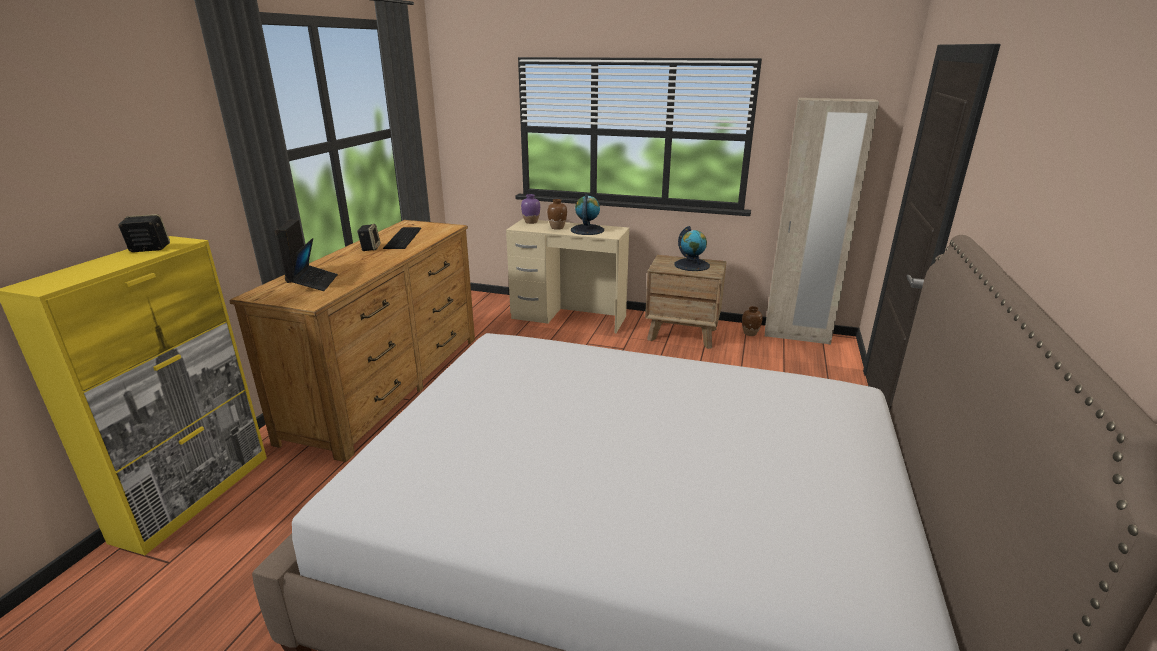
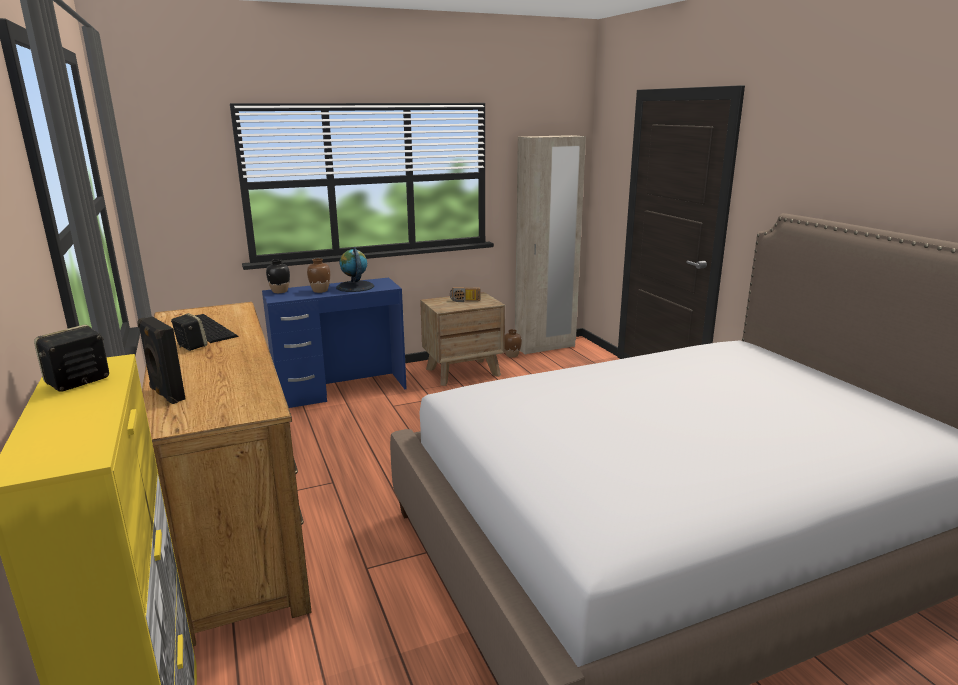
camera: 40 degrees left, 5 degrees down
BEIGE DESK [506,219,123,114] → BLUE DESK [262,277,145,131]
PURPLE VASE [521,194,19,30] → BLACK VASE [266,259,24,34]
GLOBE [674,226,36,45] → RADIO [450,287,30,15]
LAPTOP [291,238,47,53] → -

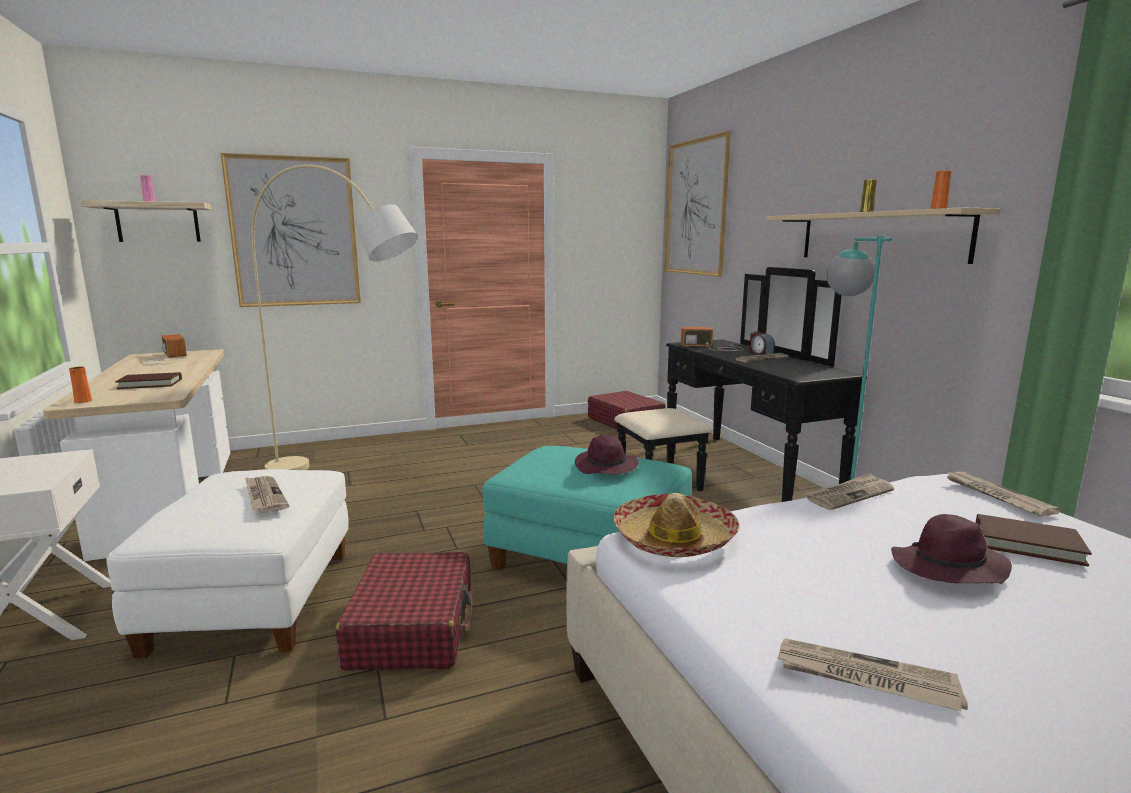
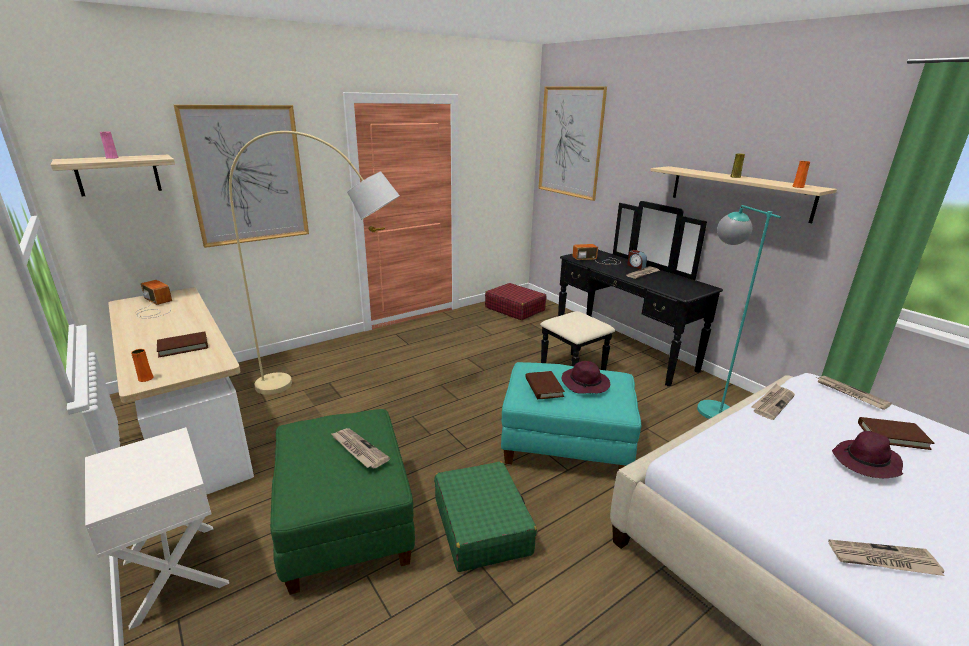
camera: 15 degrees left, 10 degrees up
WHITE OTTOMAN [106,469,243,190] → GREEN OTTOMAN [270,409,145,186]
RED SUITCASE [336,552,136,119] → GREEN SUITCASE [434,461,103,111]
- → BROWN BOOK [525,371,40,28]
HAT [613,493,126,64] → -

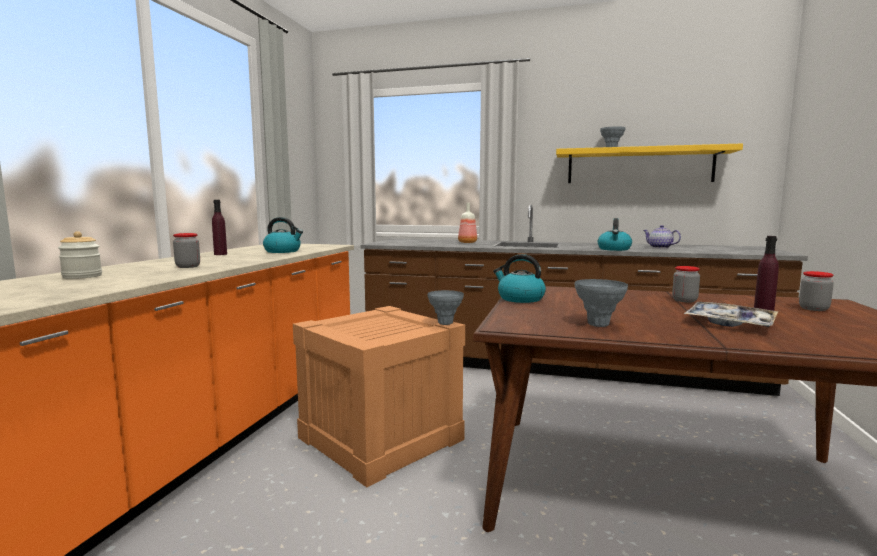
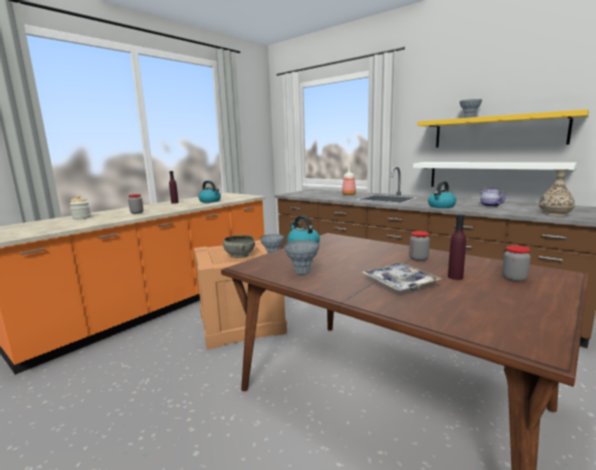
camera: 25 degrees right, 5 degrees up
- → GREY BOWL [223,235,32,23]
- → WHITE SHELF [413,162,164,25]
- → VASE [539,169,36,47]

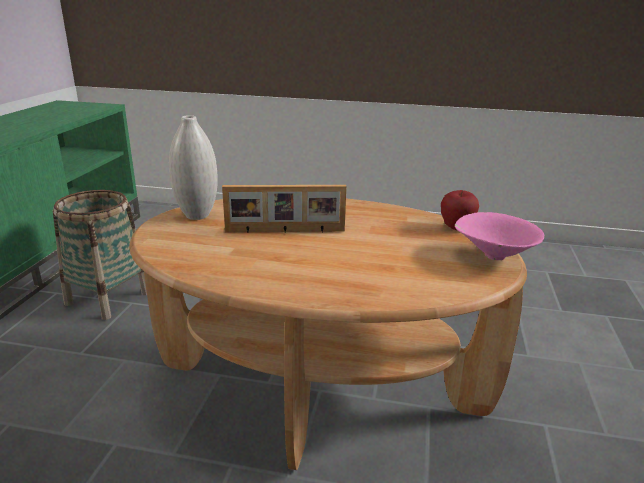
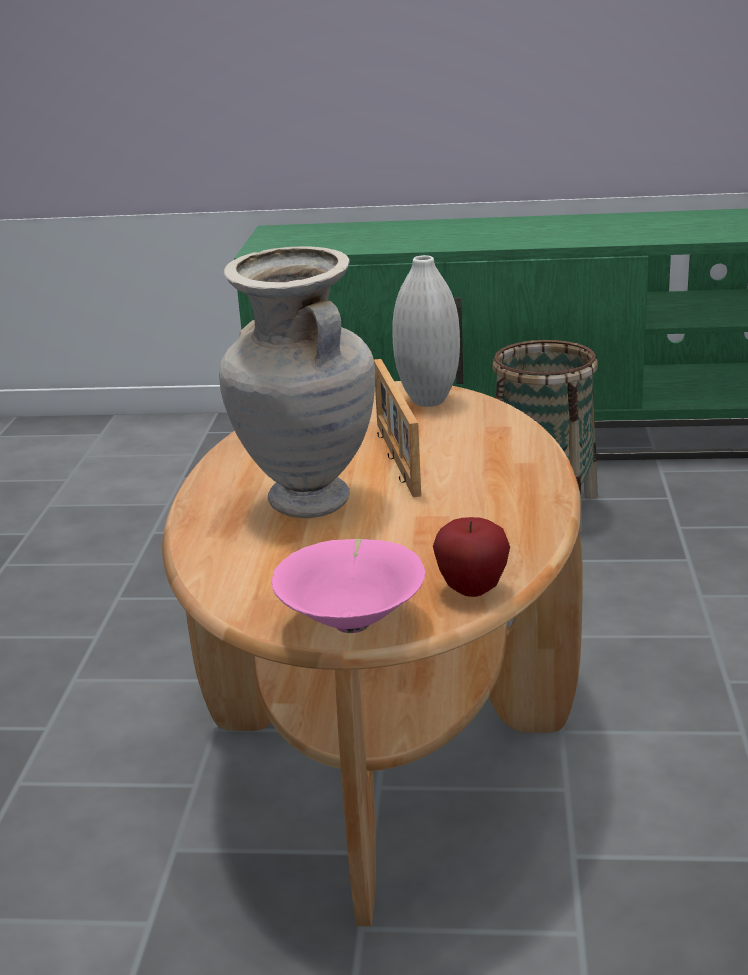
camera: 85 degrees right, 0 degrees up
- → BEIGE VASE [219,246,156,272]

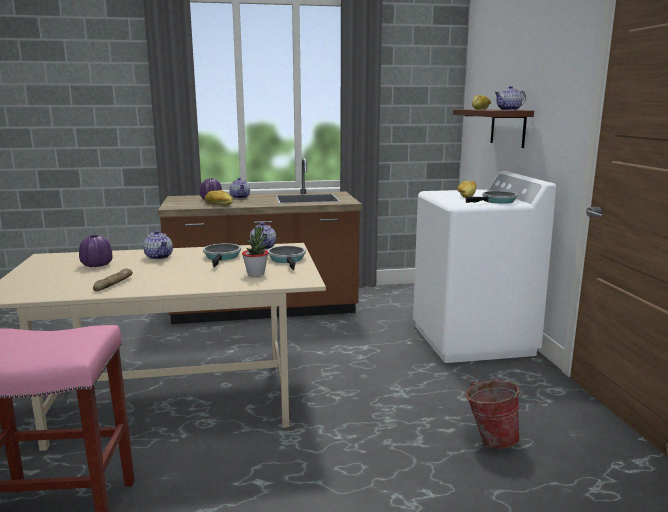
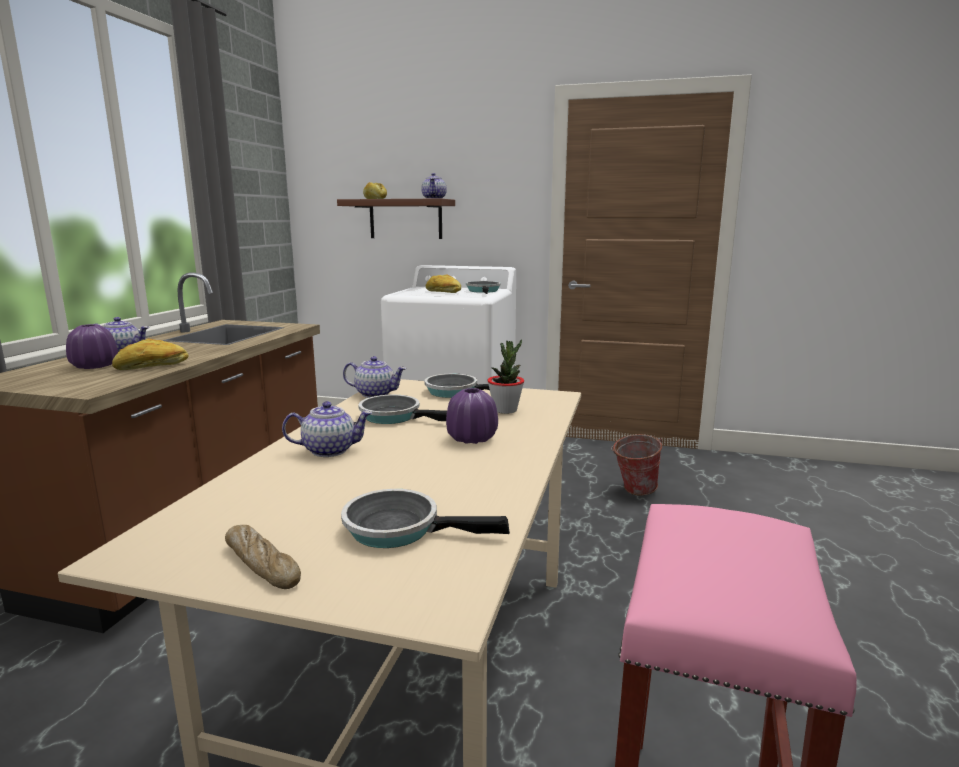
camera: 65 degrees left, 0 degrees up
BREAD [93,268,40,23] → BREAD [225,525,76,64], moved
- → FRYING PAN [341,489,169,59]
PURPLE VASE [79,235,34,32] → PURPLE VASE [446,388,52,56], moved

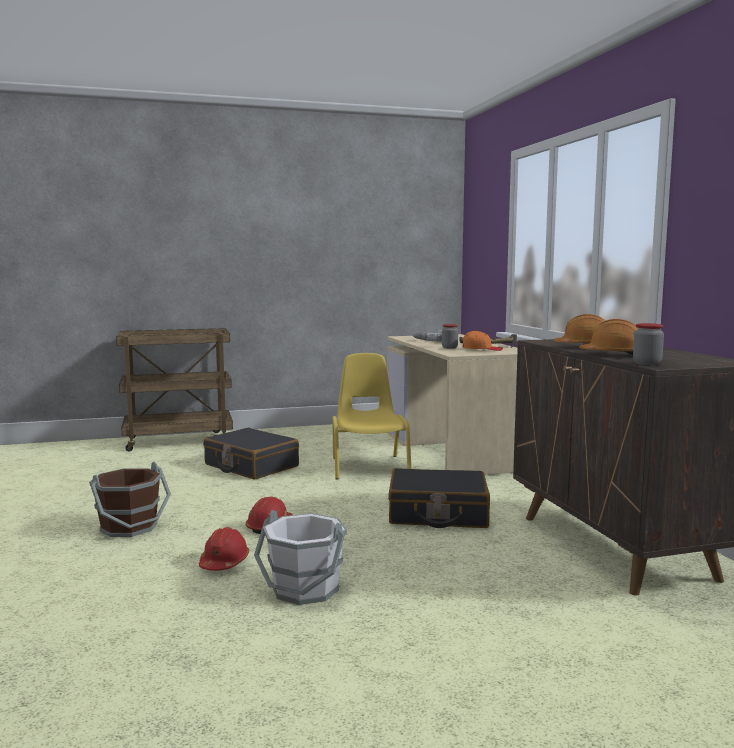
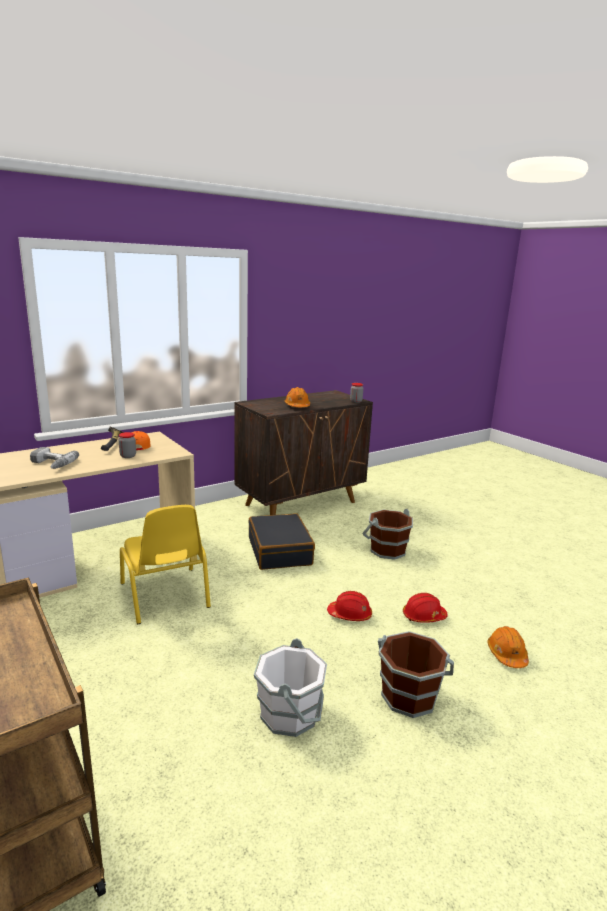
camera: 110 degrees left, 10 degrees up
YELLOW CHAIR [332,353,79,127] → YELLOW CHAIR [120,505,91,119], 90 degrees counterclockwise
WHITE BUCKET [254,510,93,95] → WHITE BUCKET [254,638,73,99], moved
- → BROWN BUCKET [362,509,51,51]
ORANGE HARD HAT [579,319,59,35] → ORANGE HARD HAT [488,626,41,42], moved
BLACK SUITCASE [203,428,96,52] → -

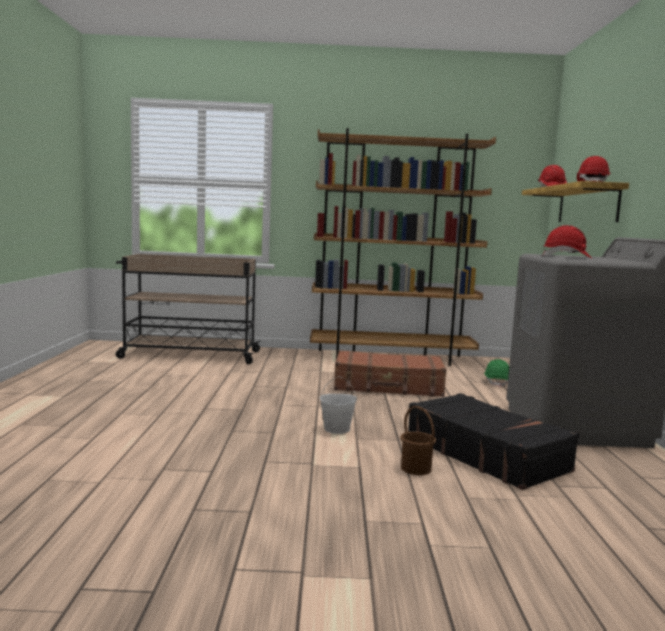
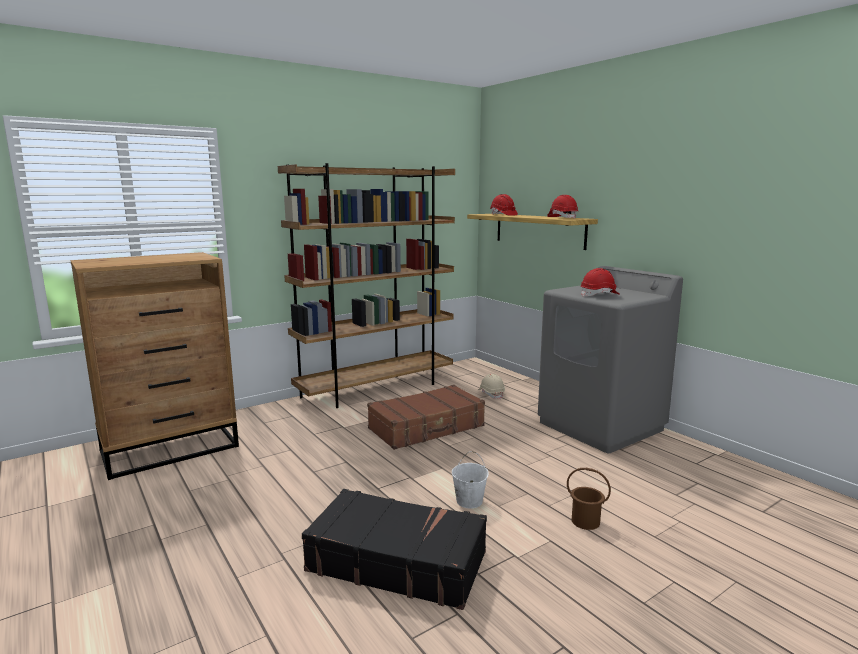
camera: 35 degrees left, 5 degrees up
BEIGE CART [116,254,146,110] → BROWN DRESSER [71,252,168,228]
BLACK SUITCASE [408,393,171,97] → BLACK SUITCASE [302,489,185,121], moved
GREEN HARD HAT [484,359,25,28] → BEIGE HARD HAT [478,374,27,25]

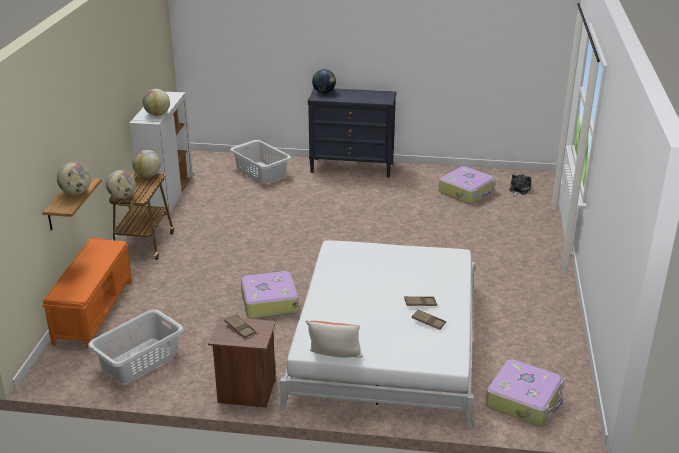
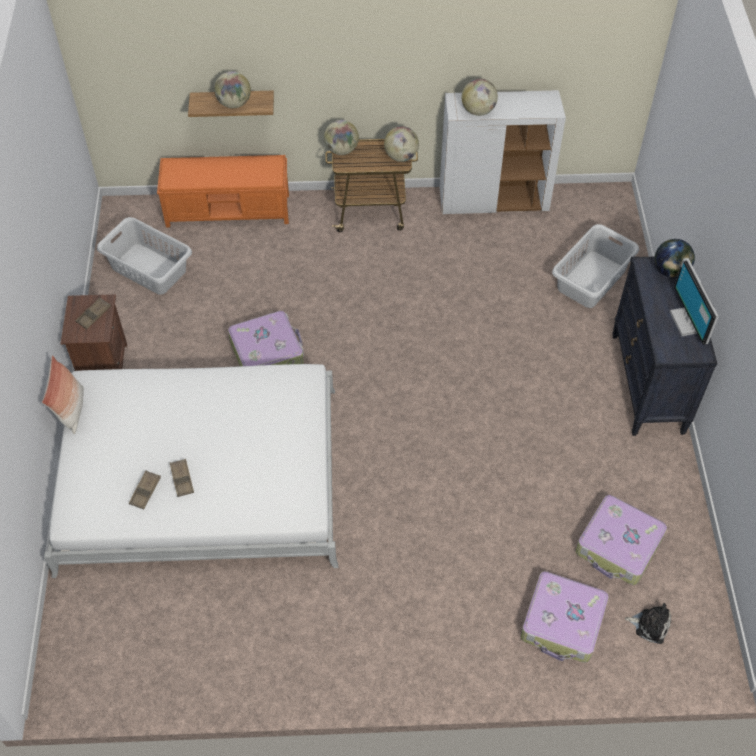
camera: 80 degrees right, 25 degrees up
SUITCASE [486,359,78,67] → SUITCASE [520,571,89,92], moved
- → MONITOR [670,258,49,87]

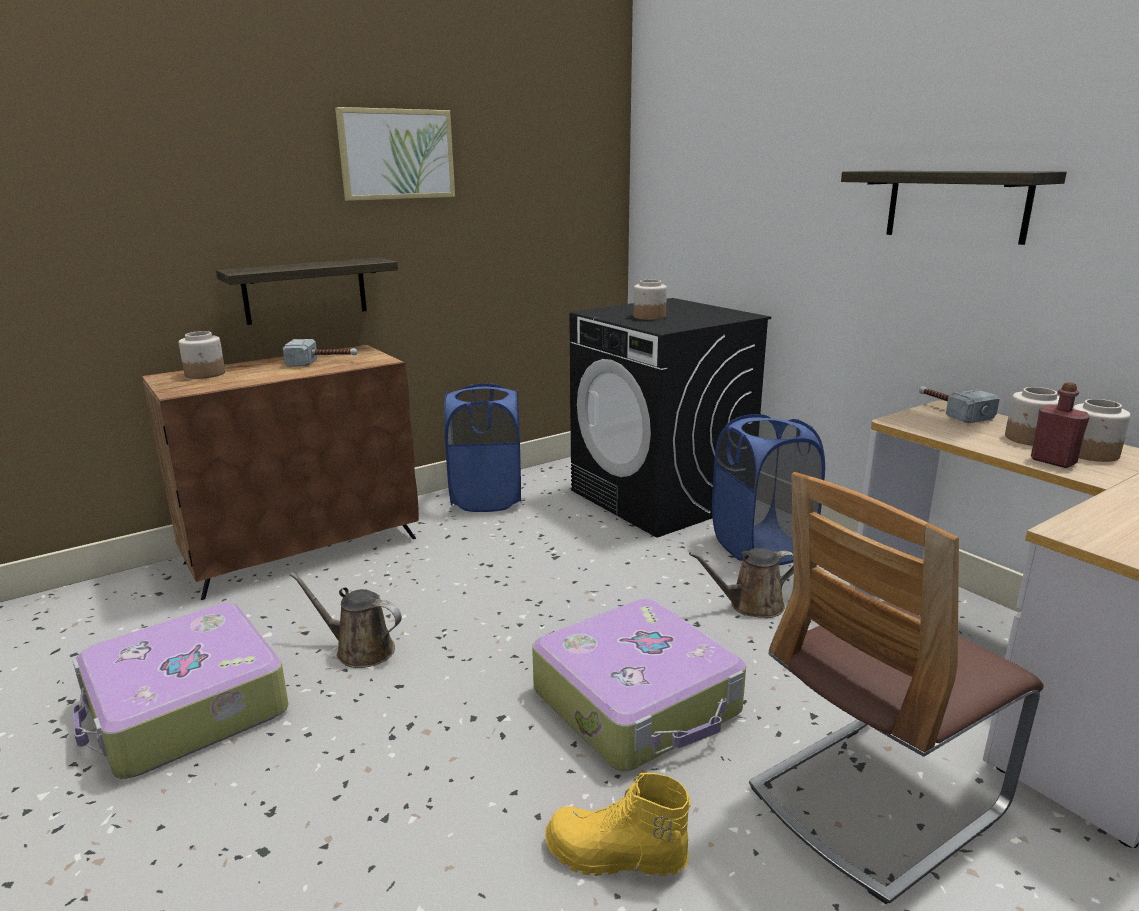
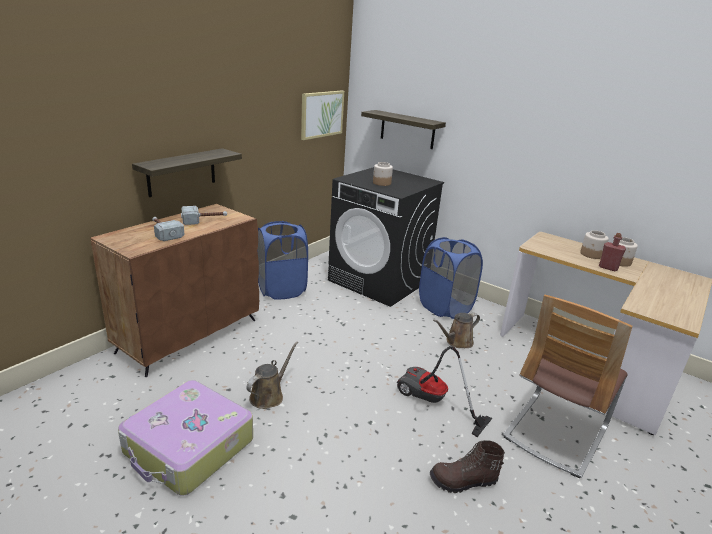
camera: 20 degrees left, 5 degrees up
HAMMER [919,386,80,38] → HAMMER [152,217,33,24], moved
BROWN WATERING CAN [290,572,112,96] → BROWN WATERING CAN [246,342,52,67], 120 degrees clockwise
PICTURE [335,107,120,94] → PICTURE [301,91,43,49], moved
SHELF [841,171,226,74] → SHELF [361,110,85,39], moved
SUITCASE [532,599,214,172] → VACUUM CLEANER [397,346,95,91]
YELLOW BOOT [545,773,146,103] → BROWN BOOT [430,440,75,53]
JAR [179,331,46,48] → -

